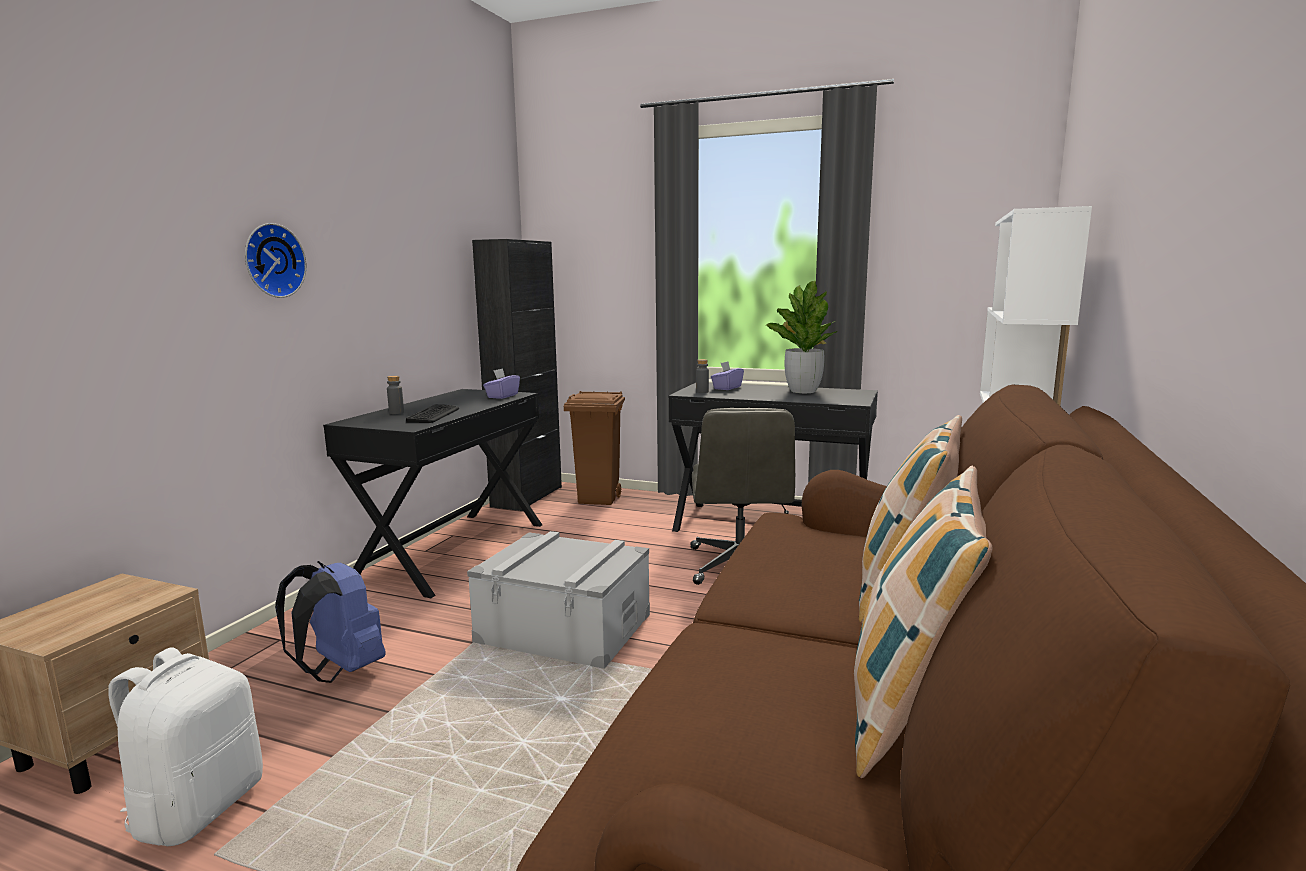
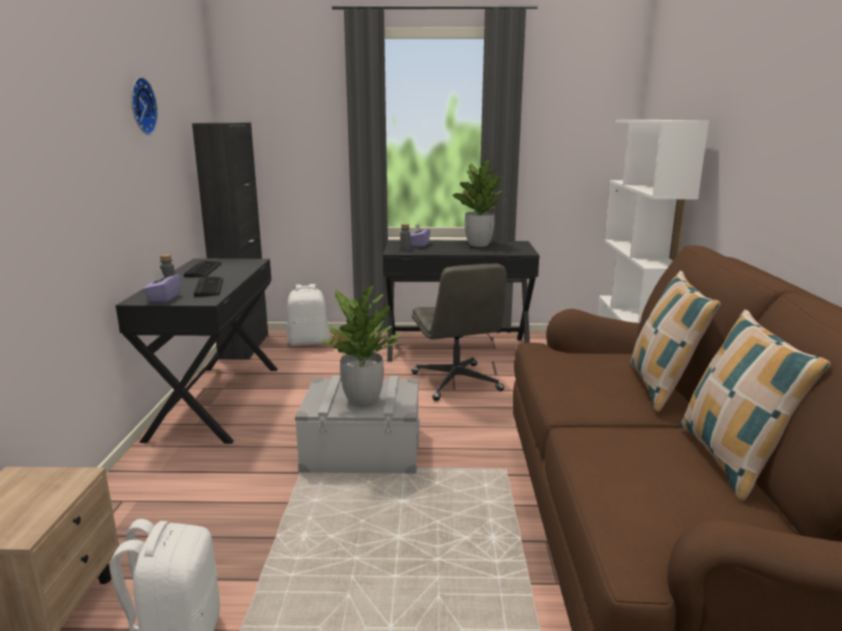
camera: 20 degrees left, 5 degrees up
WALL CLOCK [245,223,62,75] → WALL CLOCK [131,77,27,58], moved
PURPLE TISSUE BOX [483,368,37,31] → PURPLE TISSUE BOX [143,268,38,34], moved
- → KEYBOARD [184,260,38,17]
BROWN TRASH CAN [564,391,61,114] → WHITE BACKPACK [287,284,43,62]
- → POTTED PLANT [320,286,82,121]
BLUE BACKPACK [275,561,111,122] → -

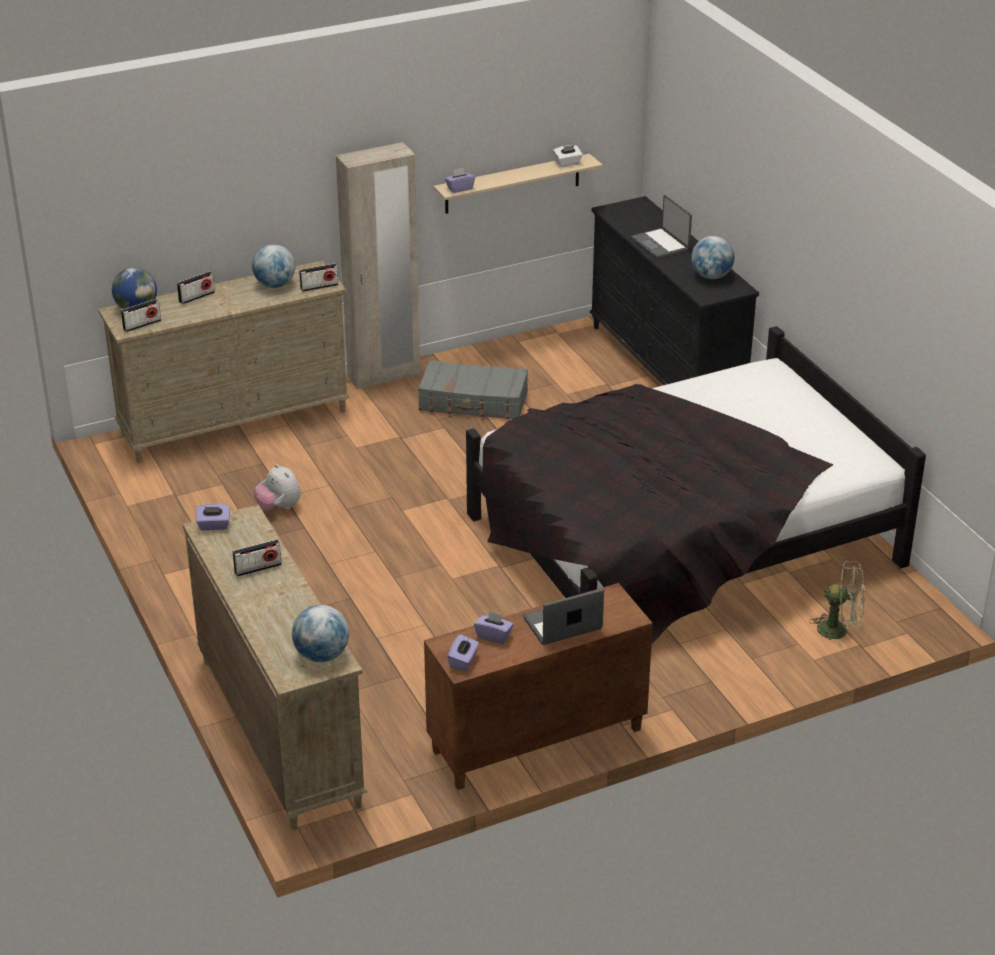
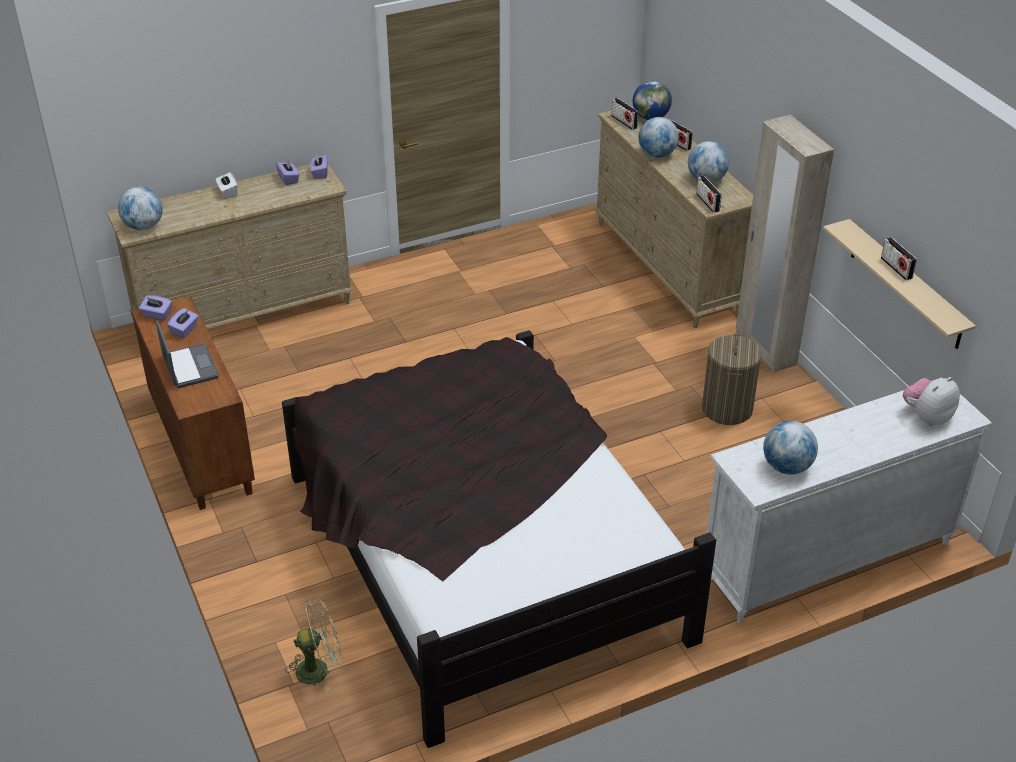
camera: 90 degrees right, 5 degrees up
WHITE TISSUE BOX [553,145,30,22] → WHITE TISSUE BOX [216,172,22,26], moved
PURPLE TISSUE BOX [445,168,30,25] → PURPLE TISSUE BOX [276,160,23,25], moved
GREEN FAN [809,561,56,87] → GREEN FAN [285,600,57,91], 120 degrees counterclockwise
- → GLOBE [639,117,40,41]
GREY SUITCASE [418,360,110,59] → LAUNDRY BASKET [702,334,60,91]
BLACK DRESSER [589,196,170,189] → WHITE DRESSER [707,378,285,245]
RADIO [233,539,49,37] → RADIO [881,237,36,43], moved
PLUSH TOY [254,464,47,46] → PLUSH TOY [903,377,57,49], moved
LAPTOP [631,195,61,64] → -

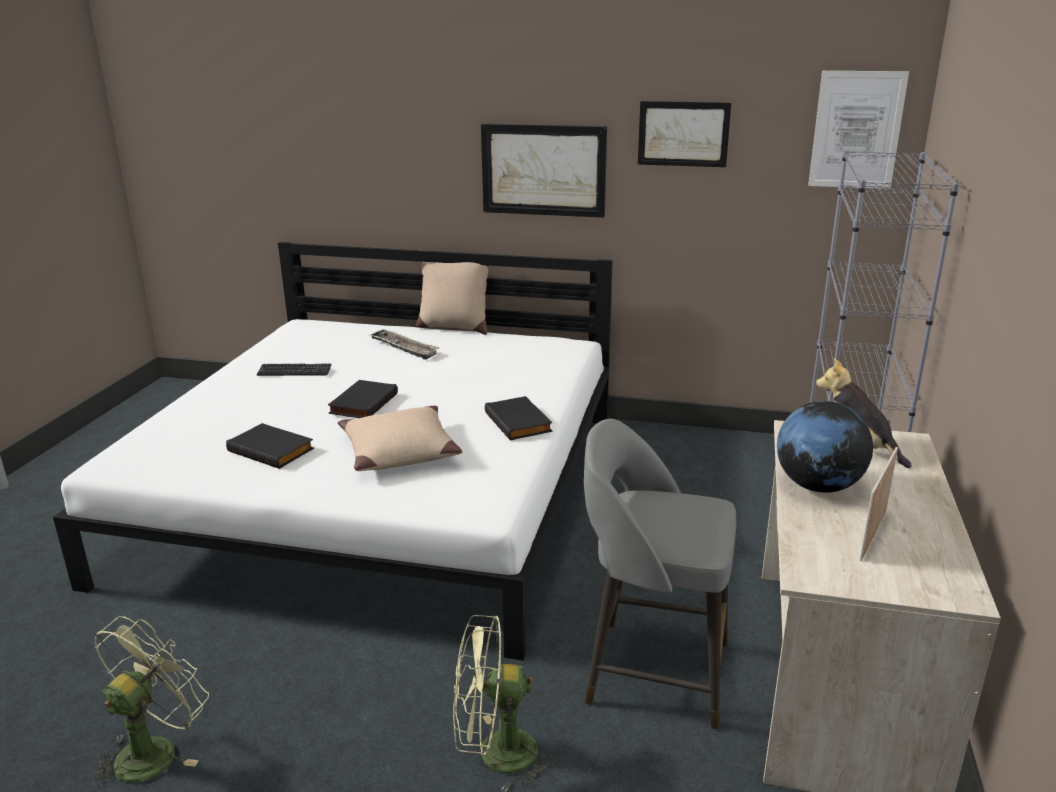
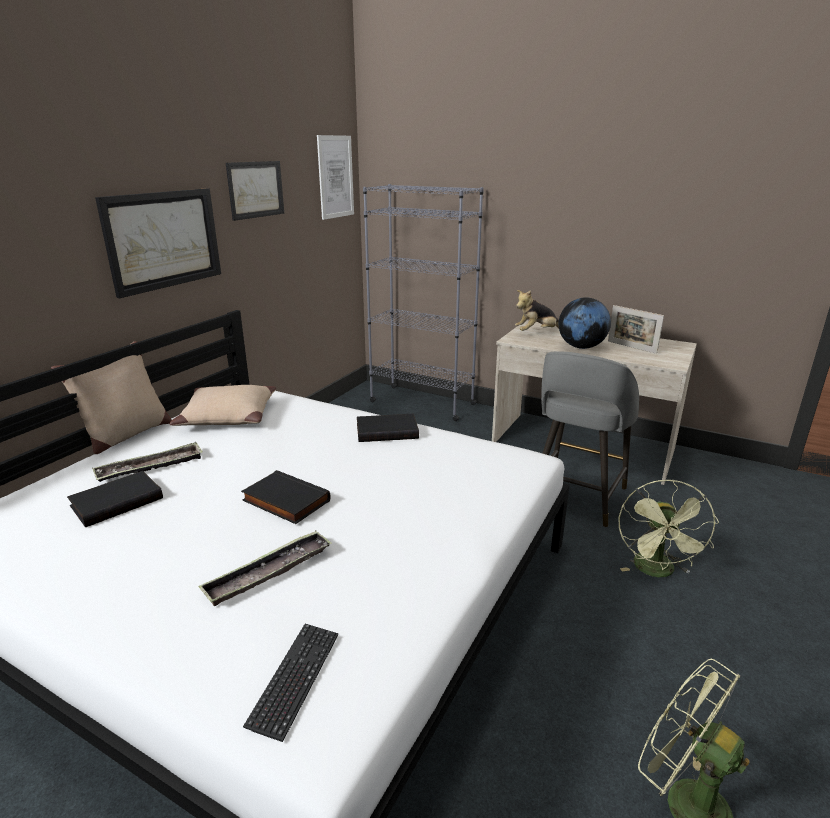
camera: 75 degrees left, 0 degrees up
BLACK BOOK [226,423,88,46] → BLACK BOOK [67,471,96,56], moved
BEIGE PILLOW [338,406,124,65] → BEIGE PILLOW [169,385,107,41], moved
- → TRAY [198,530,134,76]
KEYBOARD [257,363,75,13] → KEYBOARD [243,624,95,118], moved

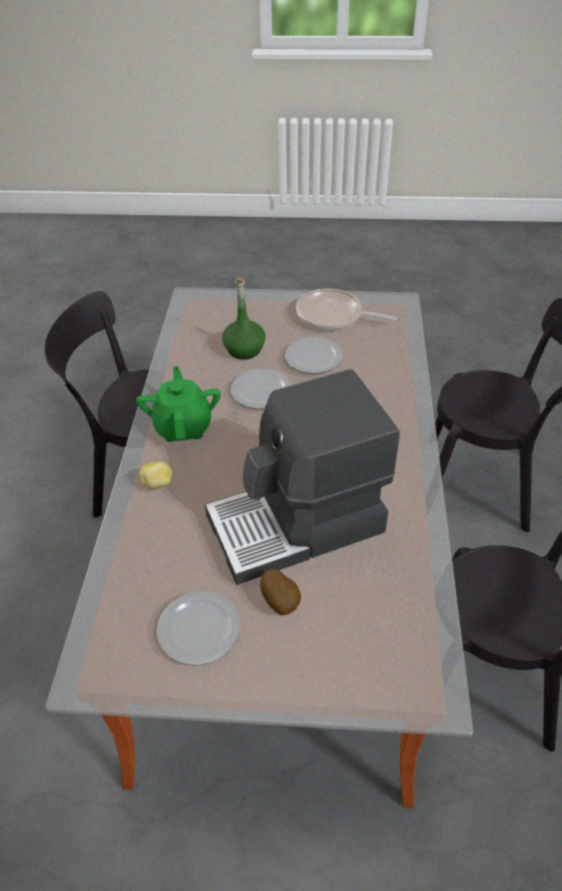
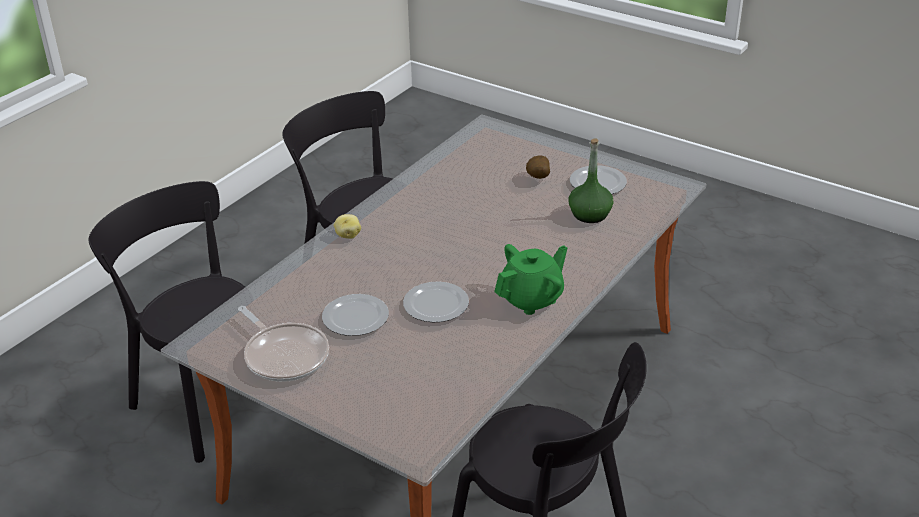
camera: 150 degrees left, 10 degrees down
POTATO [139,461,33,28] → POTATO [333,214,28,25], moved
GREEN TEAPOT [136,366,85,76] → GREEN TEAPOT [494,244,73,71], 150 degrees counterclockwise
GREEN BOTTLE [222,277,44,82] → GREEN BOTTLE [568,139,46,84], moved
COFFEE MACHINE [205,369,195,216] → -

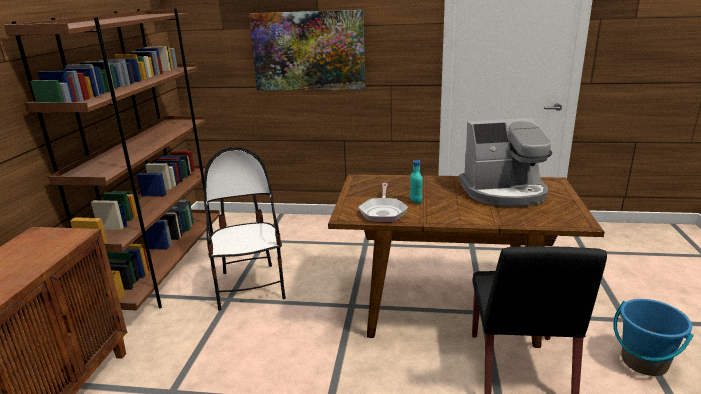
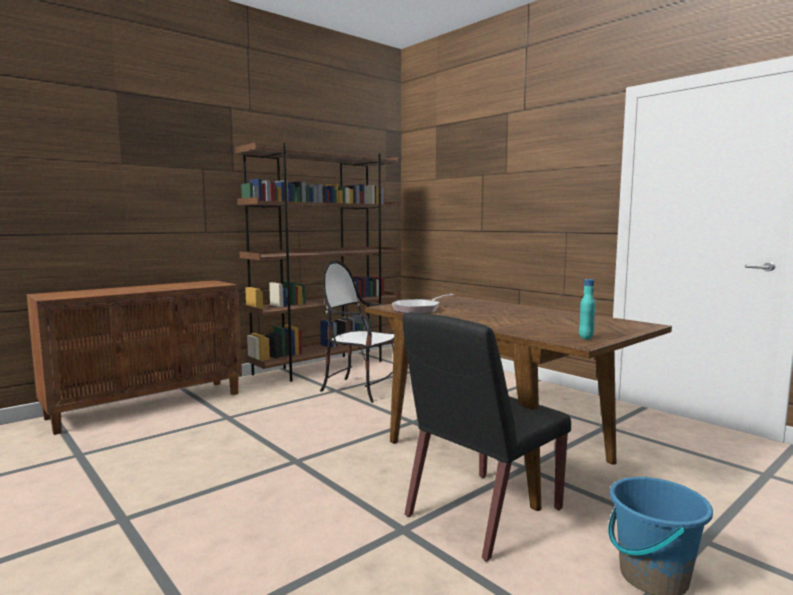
camera: 40 degrees right, 15 degrees down
CHAIR [204,147,82,164] → CHAIR [320,260,74,143], 90 degrees counterclockwise
TURQUOISE BOTTLE [410,160,13,44] → TURQUOISE BOTTLE [579,279,17,61], moved
PICTURE [249,10,116,80] → -
COFFEE MACHINE [459,118,93,89] → -

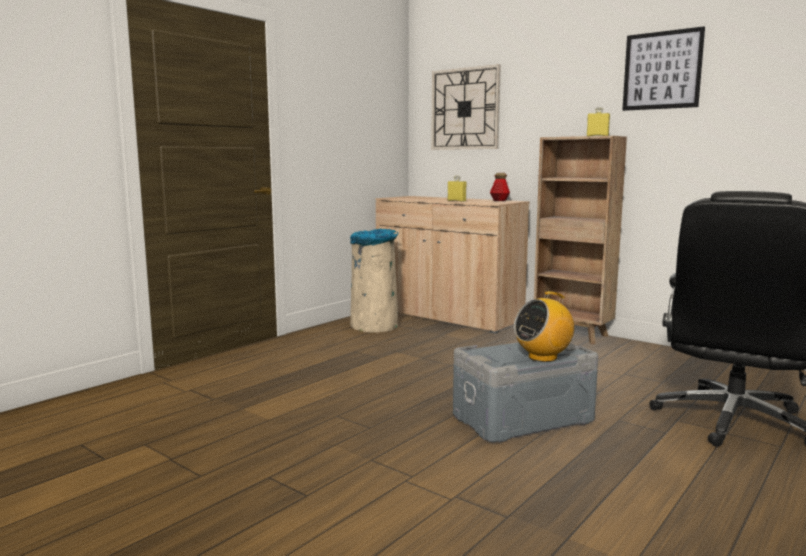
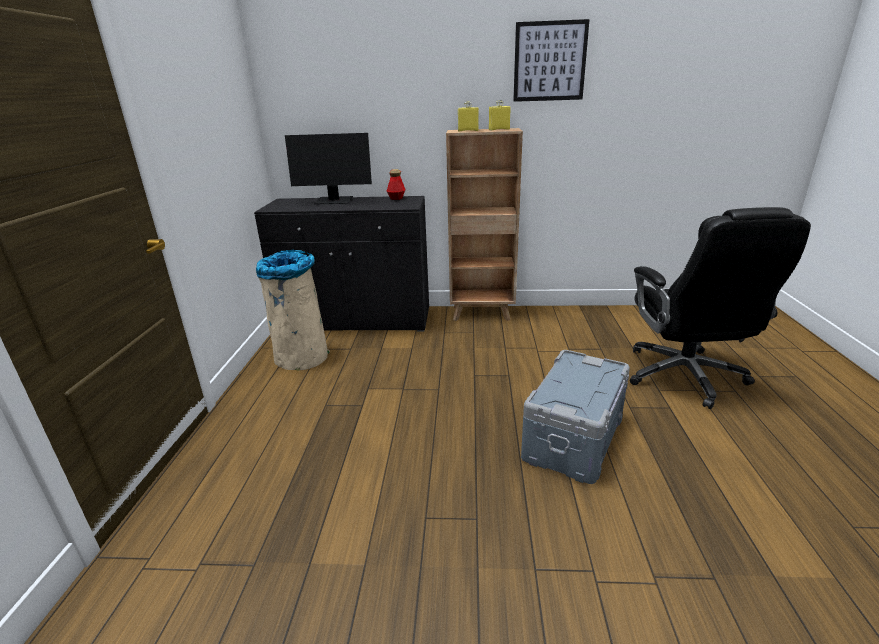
camera: 35 degrees left, 15 degrees up
BEIGE CABINET [376,196,154,138] → BLACK CABINET [254,196,175,136]
- → MONITOR [285,133,87,72]
YELLOW BOTTLE [448,176,18,26] → YELLOW BOTTLE [458,101,21,30], moved
WALL CLOCK [431,64,70,86] → -
RADIO [514,291,60,71] → -

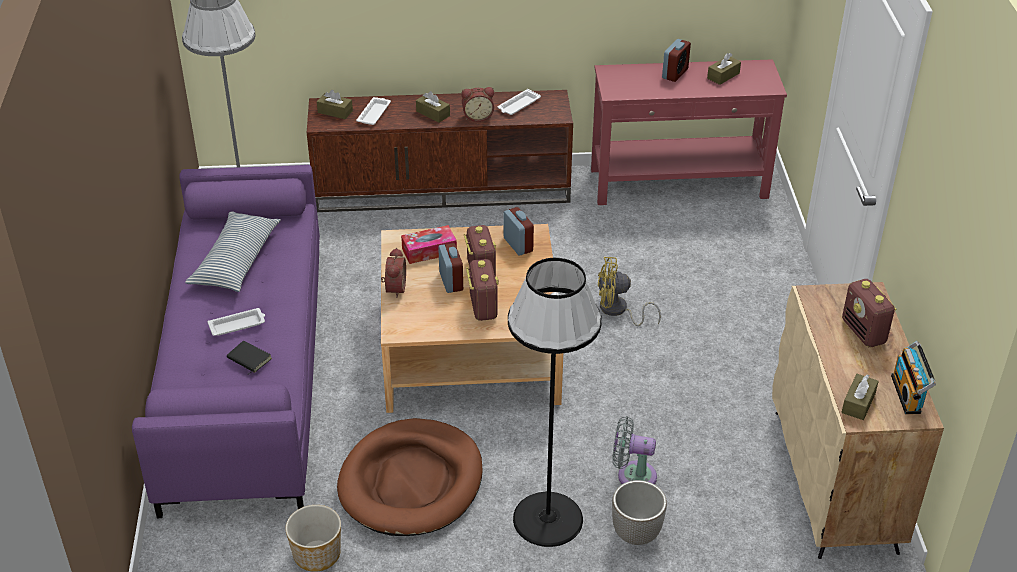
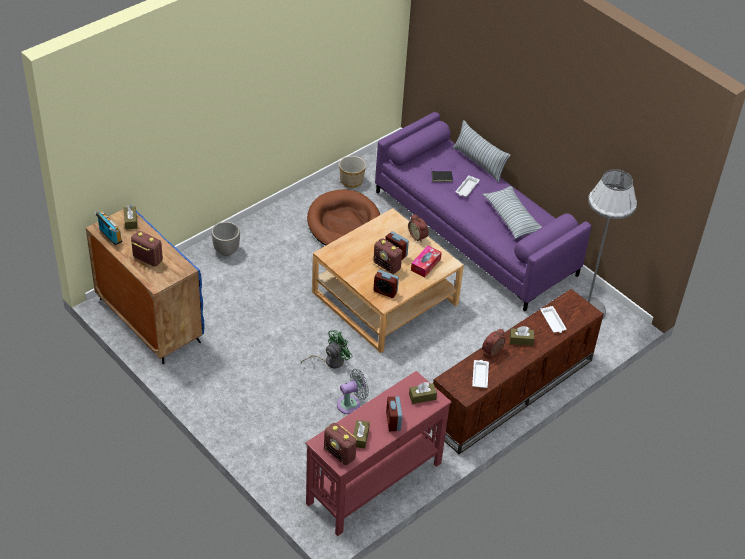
camera: 140 degrees right, 5 degrees up
BEIGE CABINET [772,282,172,277] → BLUE CABINET [86,206,119,158]
YELLOW FAN [598,257,63,69] → GREEN FAN [301,330,52,38]
RADIO [466,259,33,62] → RADIO [324,423,33,42], moved
GREY FAN [612,416,45,68] → GREY FAN [337,369,32,45], moved
BROWN TISSUE BOX [317,90,36,29] → BROWN TISSUE BOX [409,382,28,22], moved
- → PILLOW [453,120,58,62]
BLACK FLOOR LAMP [508,258,94,289] → -

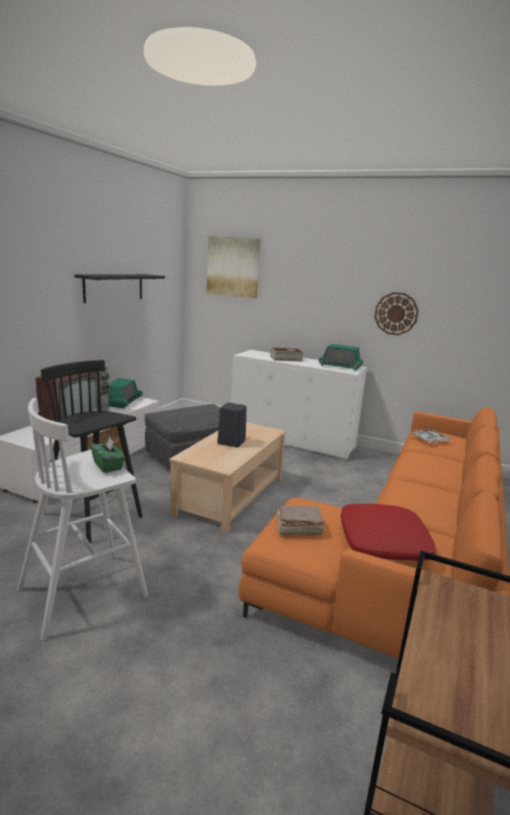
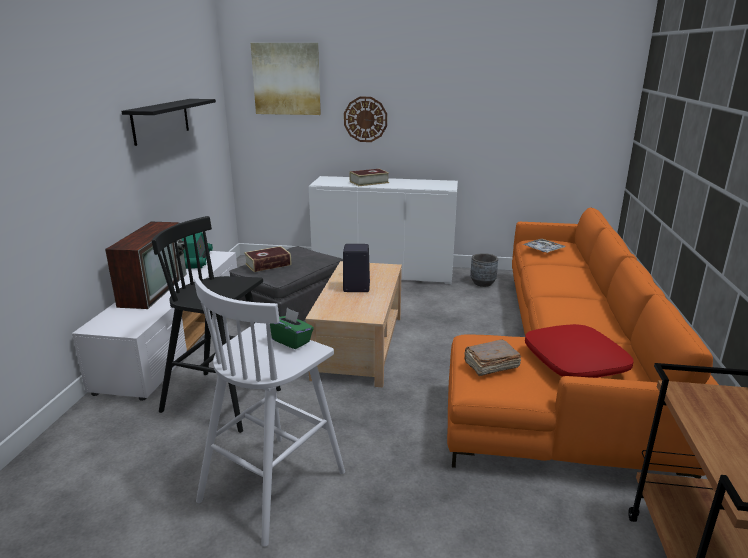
camera: 15 degrees left, 5 degrees up
- → BOOK [244,246,47,26]
WALL CLOCK [374,292,45,43] → WALL CLOCK [344,97,43,45], moved
- → GREY PLANTER [470,253,28,34]
RADIO [319,344,44,27] → -

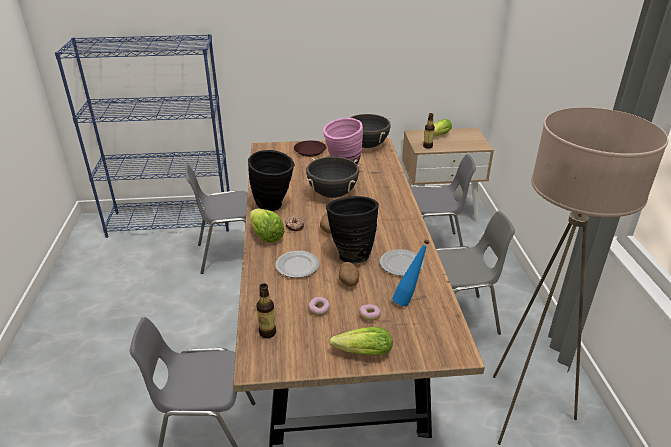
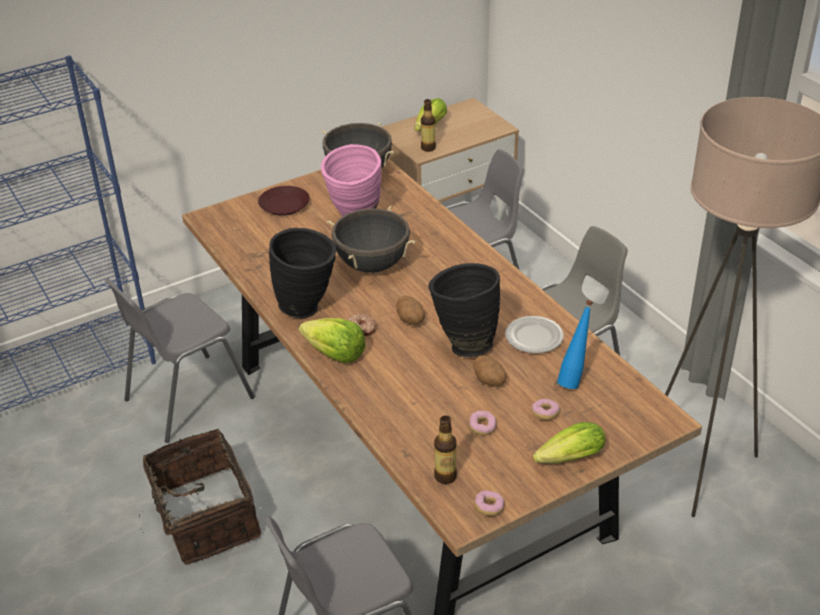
camera: 25 degrees left, 5 degrees up
- → BASKET [139,429,122,135]
- → DONUT [474,491,31,25]
PLATE [275,251,44,27] → -

